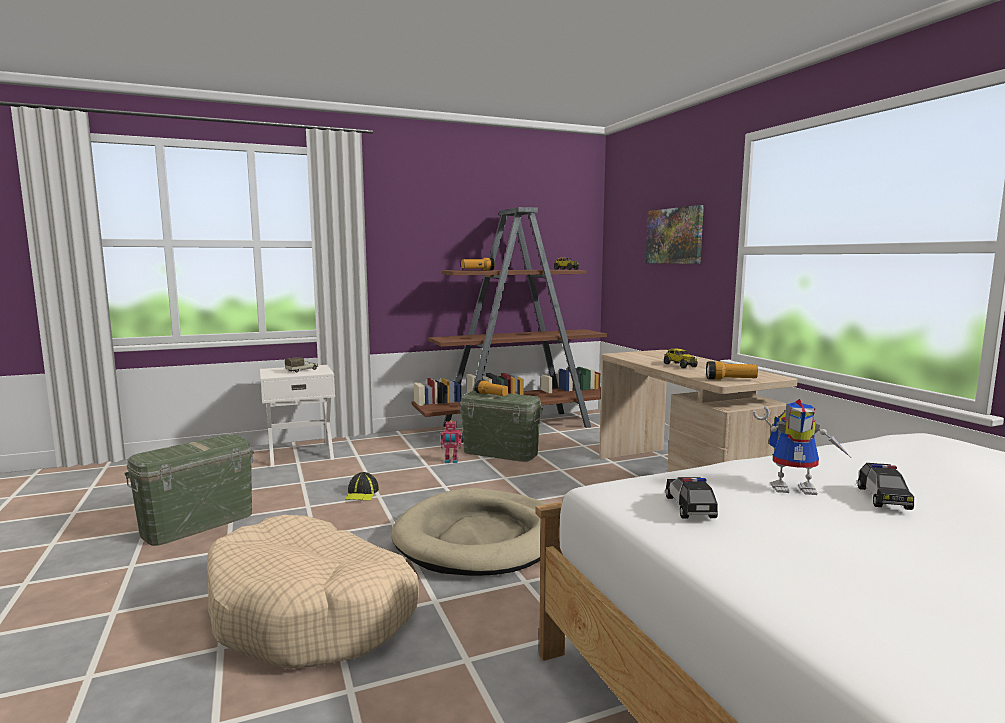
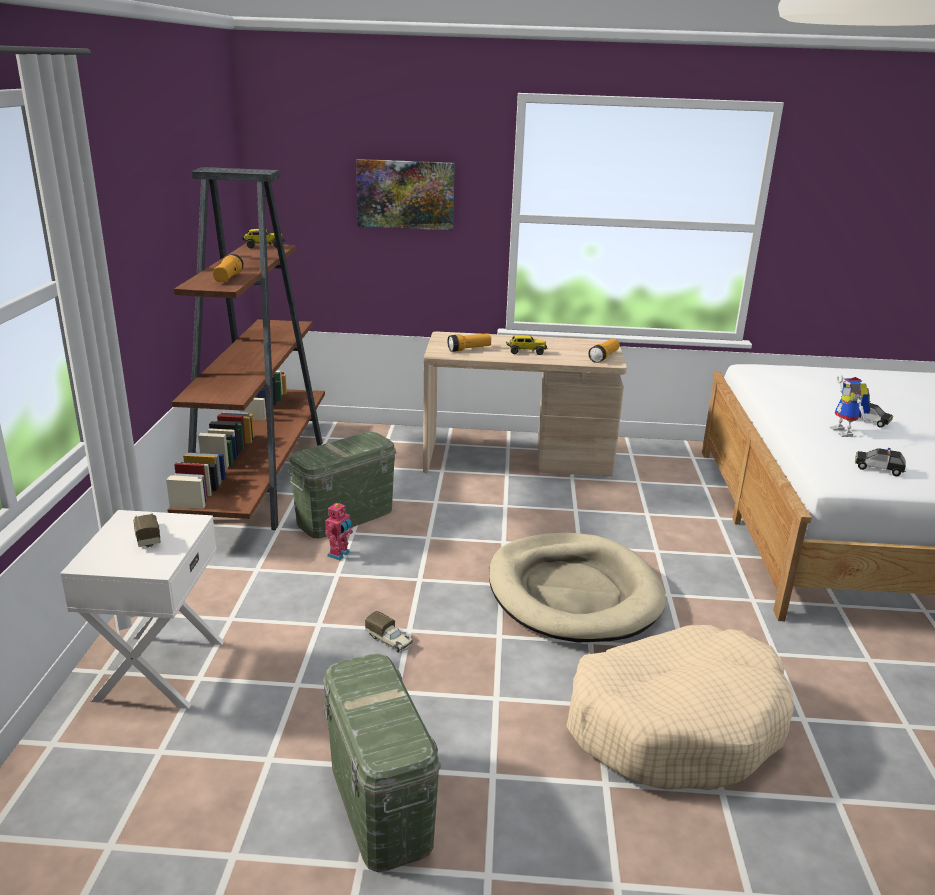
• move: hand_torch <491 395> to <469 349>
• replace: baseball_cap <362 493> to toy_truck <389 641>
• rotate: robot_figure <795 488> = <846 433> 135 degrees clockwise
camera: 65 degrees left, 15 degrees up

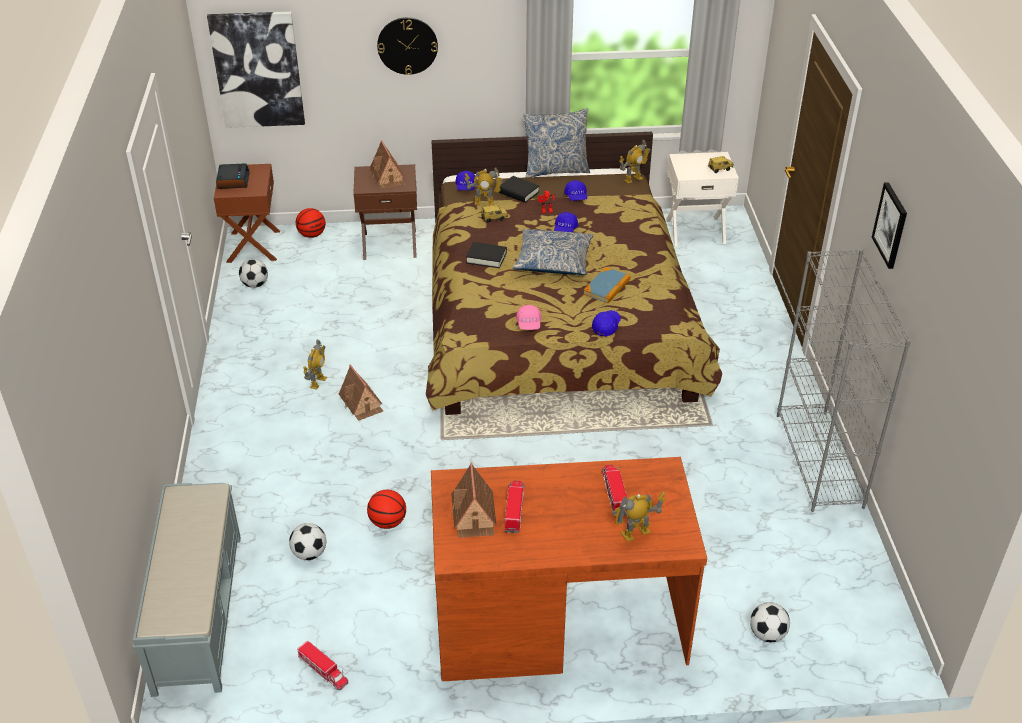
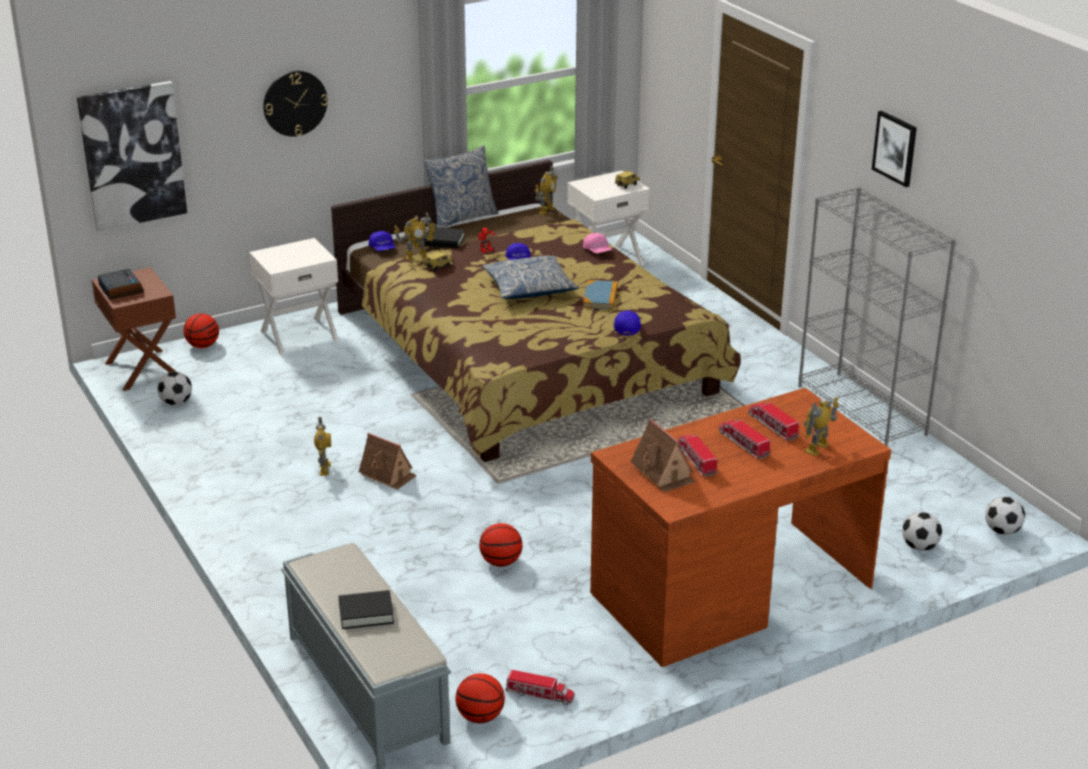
• delete: miniature_house <388 177>
• delete: blue-coloured_baseball_cap <576 197>
• insert: basketball_ball <480 717>
• insert: toy_truck <743 444>
• move: football <309 553> to <1002 531>
• move: black-coloured_bound_book <486 258> to <366 613>
• move: pinkish_baseball_cap <529 324> to <597 251>
• recolor: brown_bedside_table <389 244> to whitish_bedside_table <298 335>
camera: 25 degrees left, 10 degrees down

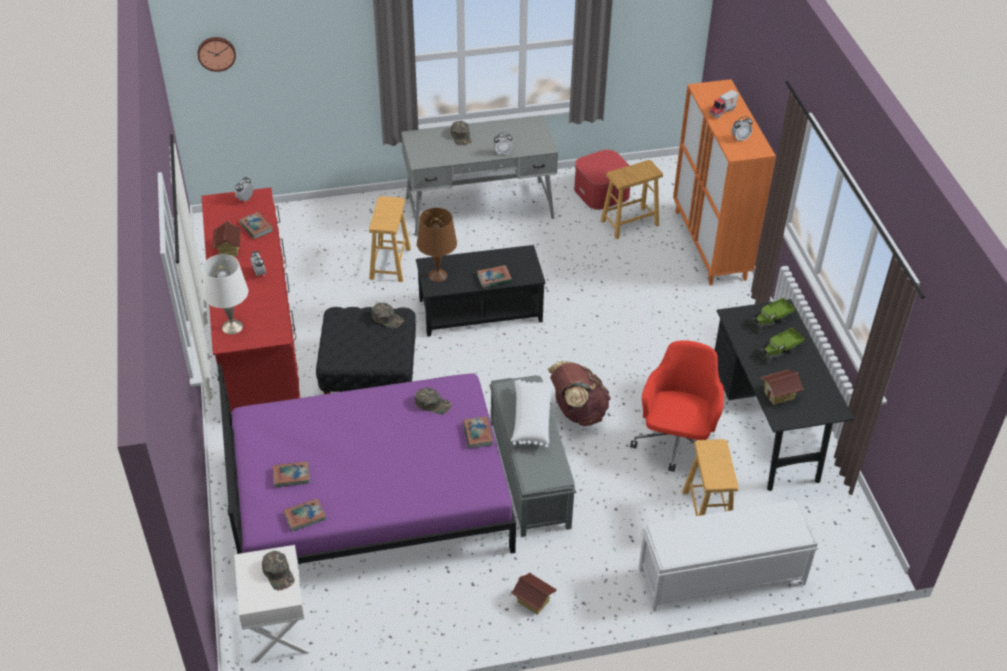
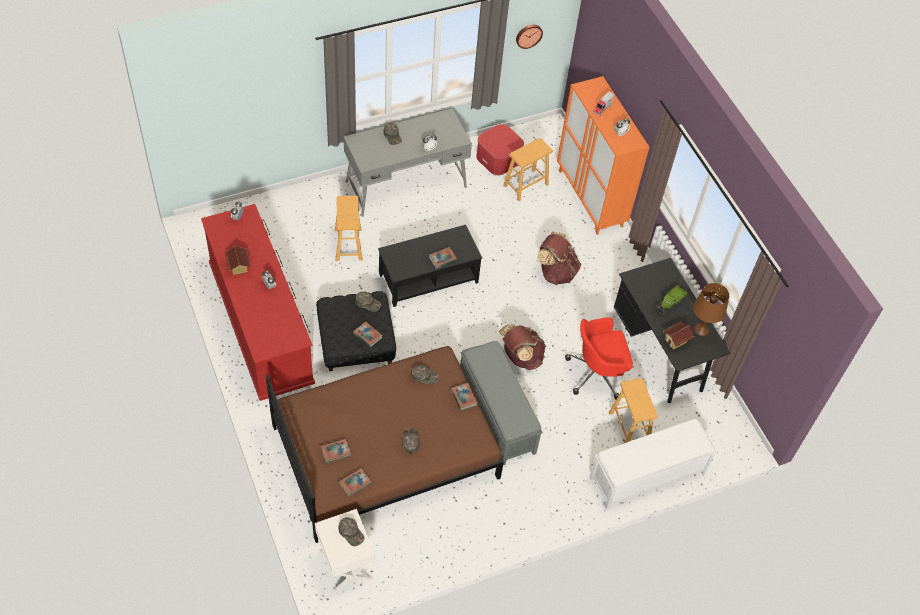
• delete: whitish_tabletop_lamp <232 326>
• delete: whitish_pillow <531 419>
• delete: miniature_house <533 601>
• delete: toy_truck <770 320>
• insert: green-coloured_baseball_cap <410 441>
• insert: brown_backpack <556 272>
• move: hanging_clock <216 53> to <528 35>
• move: bound_book <256 227> to <367 335>
• move: brown_tabletop_lamp <438 275> to <701 329>
• recolor: purple-coloured_bedroom_bed <370 499> to brown_bedroom_bed <385 451>
• rotate: reddish_computer_chair <676 443> = <597 373> 105 degrees counterclockwise
camera: 15 degrees left, 10 degrees up

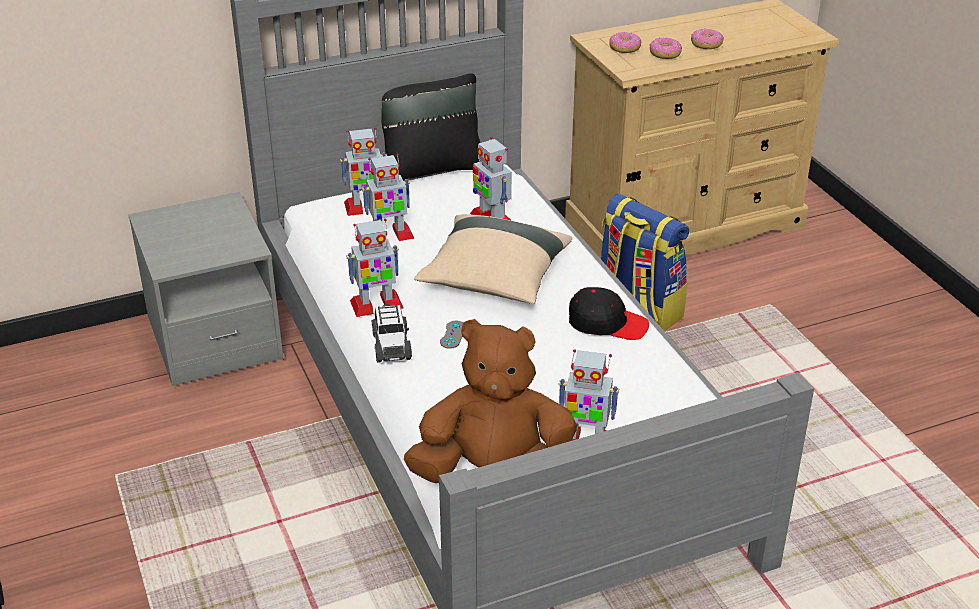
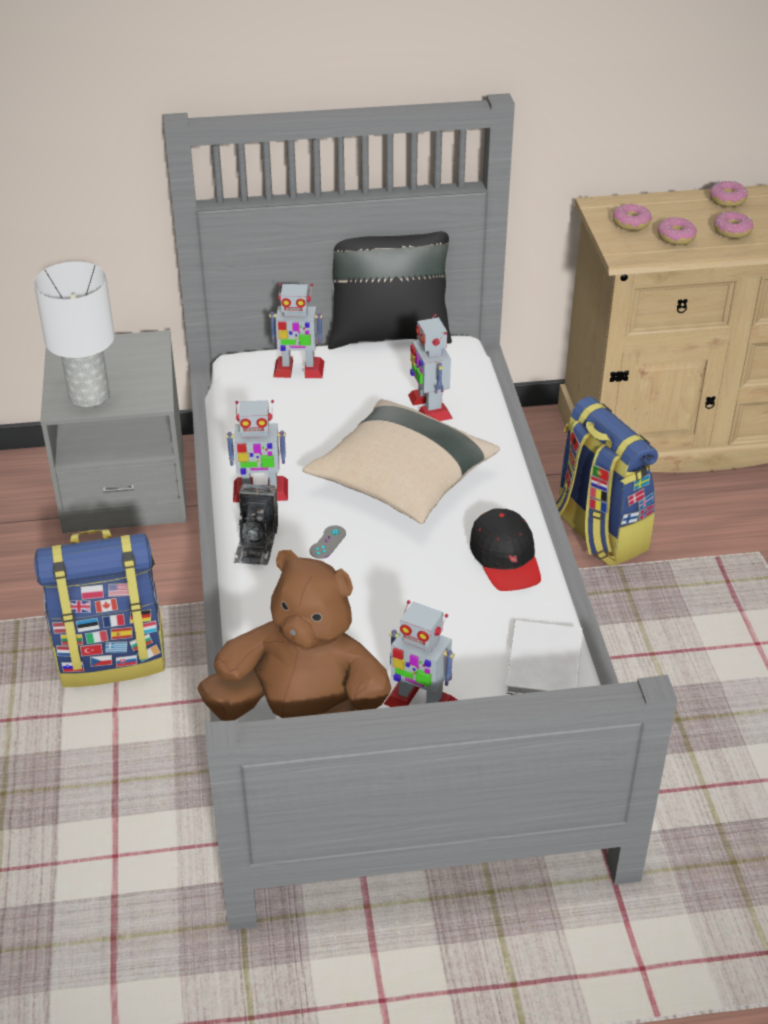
• delete: robot_figure <388 235>
• insert: whitish_tabletop_lamp <90 396>
• insert: backpack <112 658>
• insert: whitish_bound_book <542 666>
• insert: donut <727 200>
• replace: model_car <391 345> to photo_camera <256 543>
• rotate: black-coloured_baseball_cap <607 323> = <506 559> 45 degrees clockwise
camera: 15 degrees right, 5 degrees up

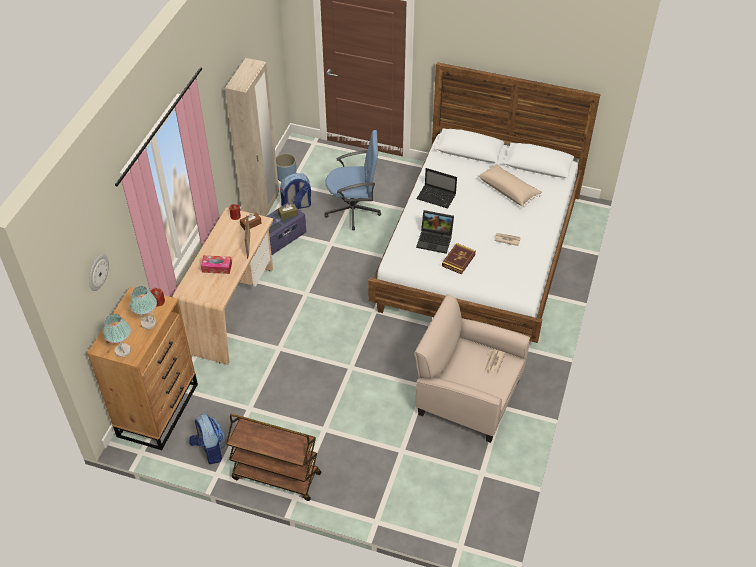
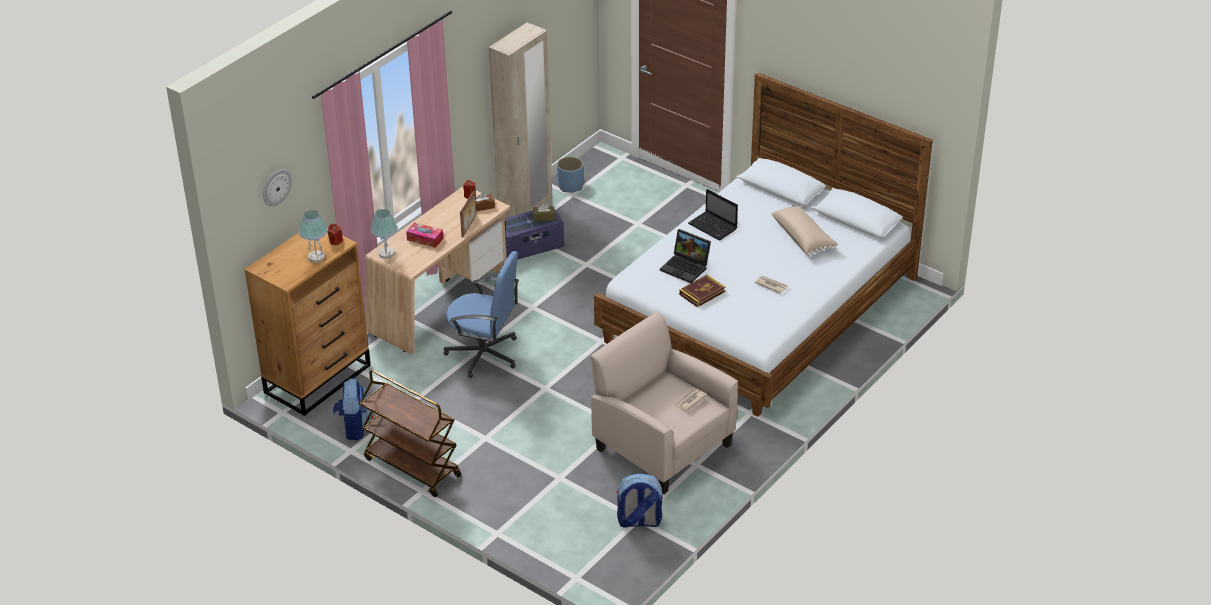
• move: tabletop_lamp <123 351> to <386 254>
• move: backpack <296 206> to <639 521>
• move: blue-coloured_computer_chair <353 210> to <484 354>
camera: 20 degrees right, 10 degrees down

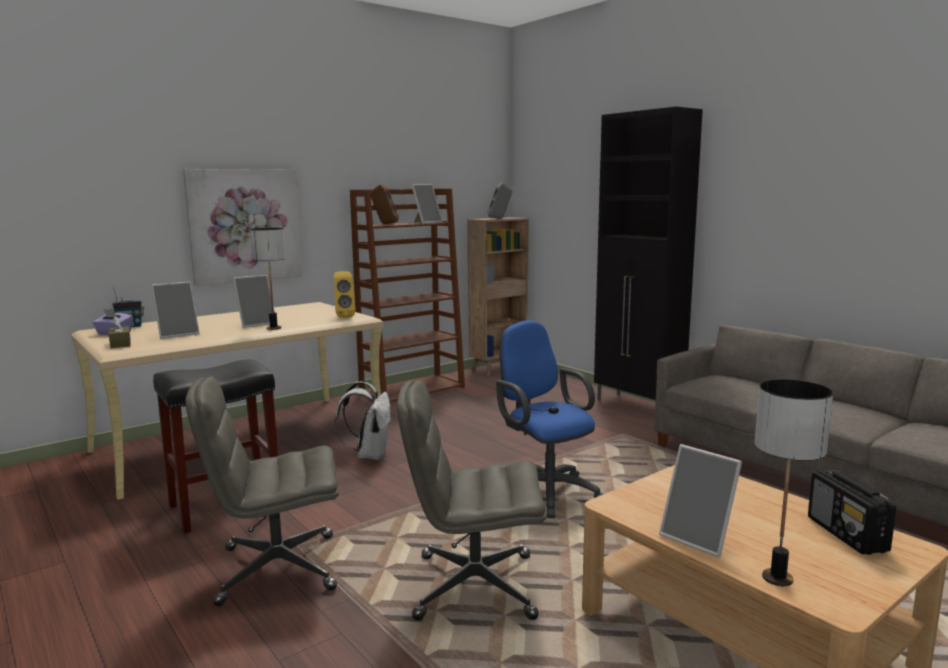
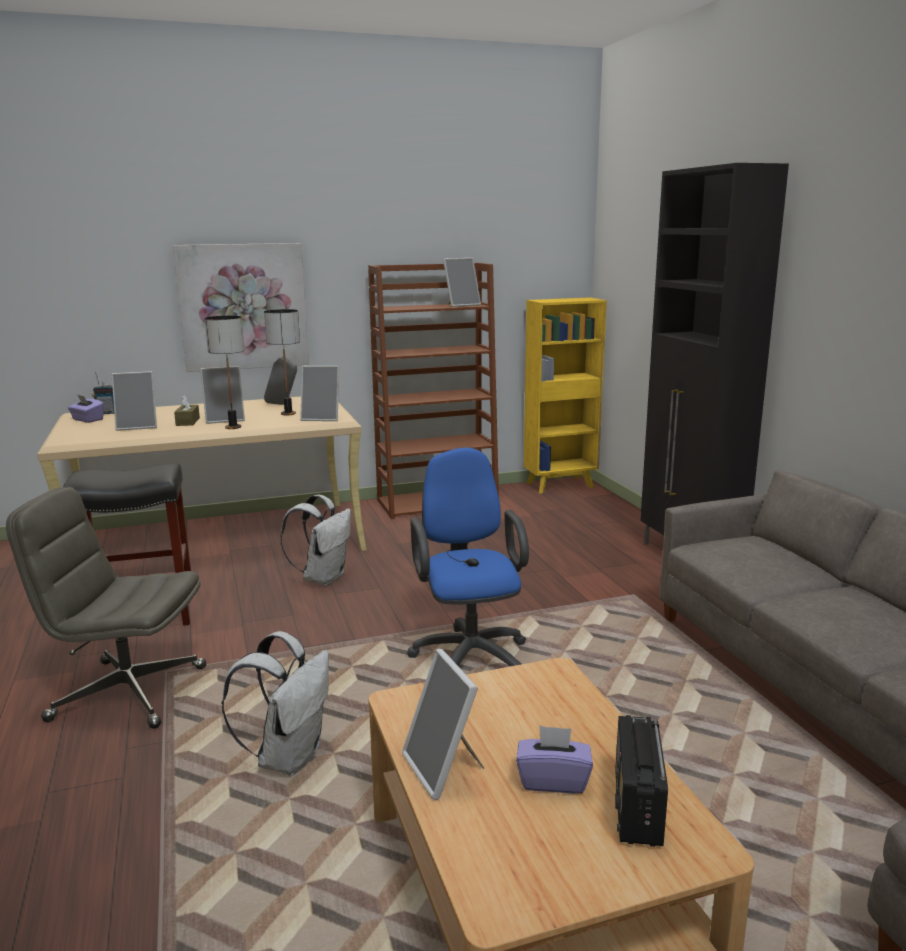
• delete: brown_loudspeaker <384 224>
• insert: purple-coloured_tissue_holder <553 780>
• move: brown_tissue_holder <120 344> to <188 422>
• move: grey_loudspeaker <500 218> to <282 404>
• move: tabletop_lamp <777 579> to <288 413>
• replace: yellow-coloured_loudspeaker <344 317> to standing_frame <322 418>
• replace: grey_computer_chair <473 586> to whitish_backpack <289 757>
• recolor: brown_bookcase <499 368> to yellow-coloured_bookcase <561 485>
camera: 20 degrees right, 5 degrees up

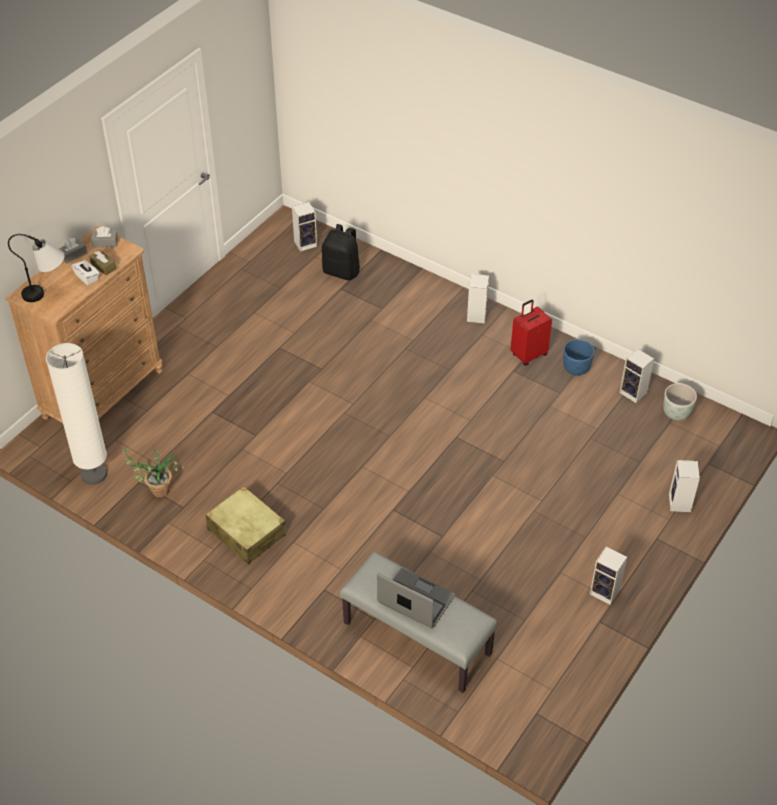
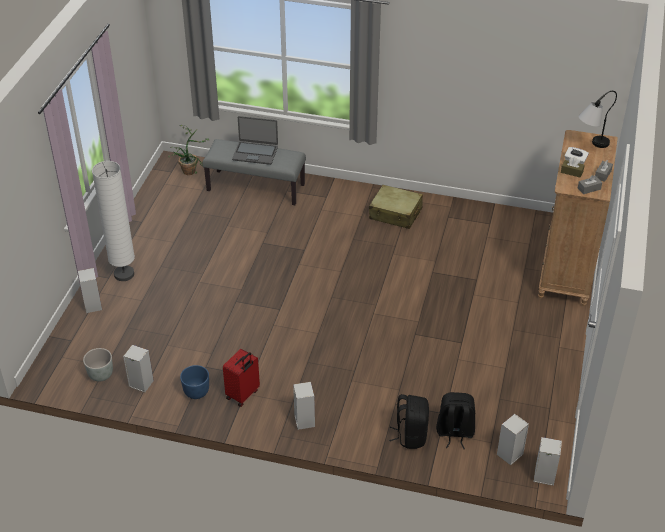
• insert: black-coloured_backpack <410 435>
• move: whitish_floor_lamp <94 475> to <124 274>
• move: plant_in_a_pot <155 491> to <192 170>
• move: loudspeaker <606 592> to <543 476>
camera: 160 degrees right, 5 degrees down

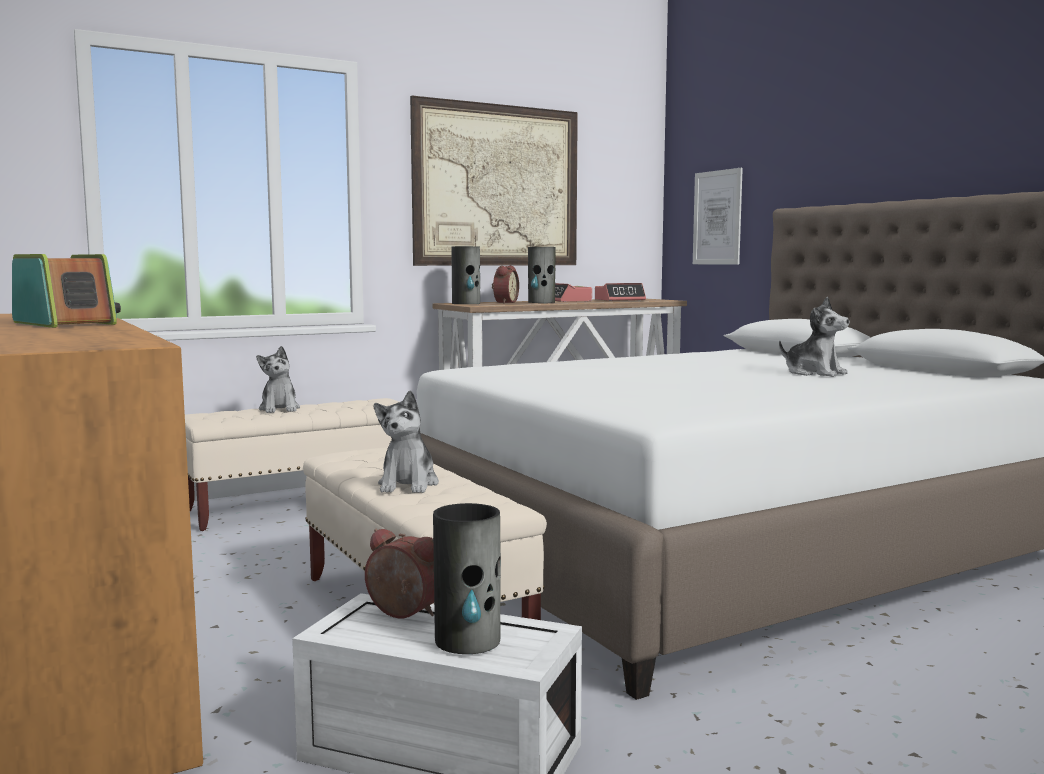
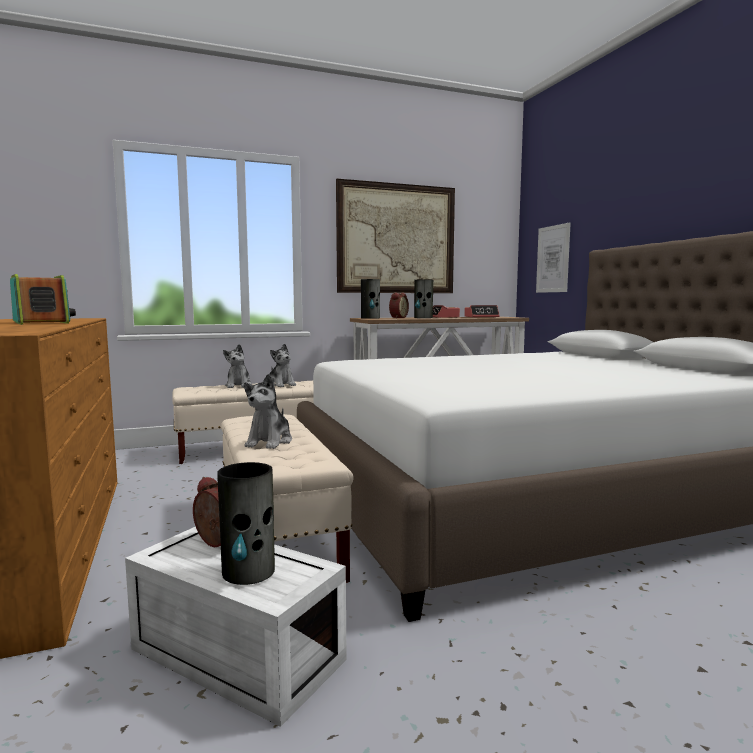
• move: soft_toy <814 373> to <281 384>
camera: 10 degrees right, 0 degrees up

